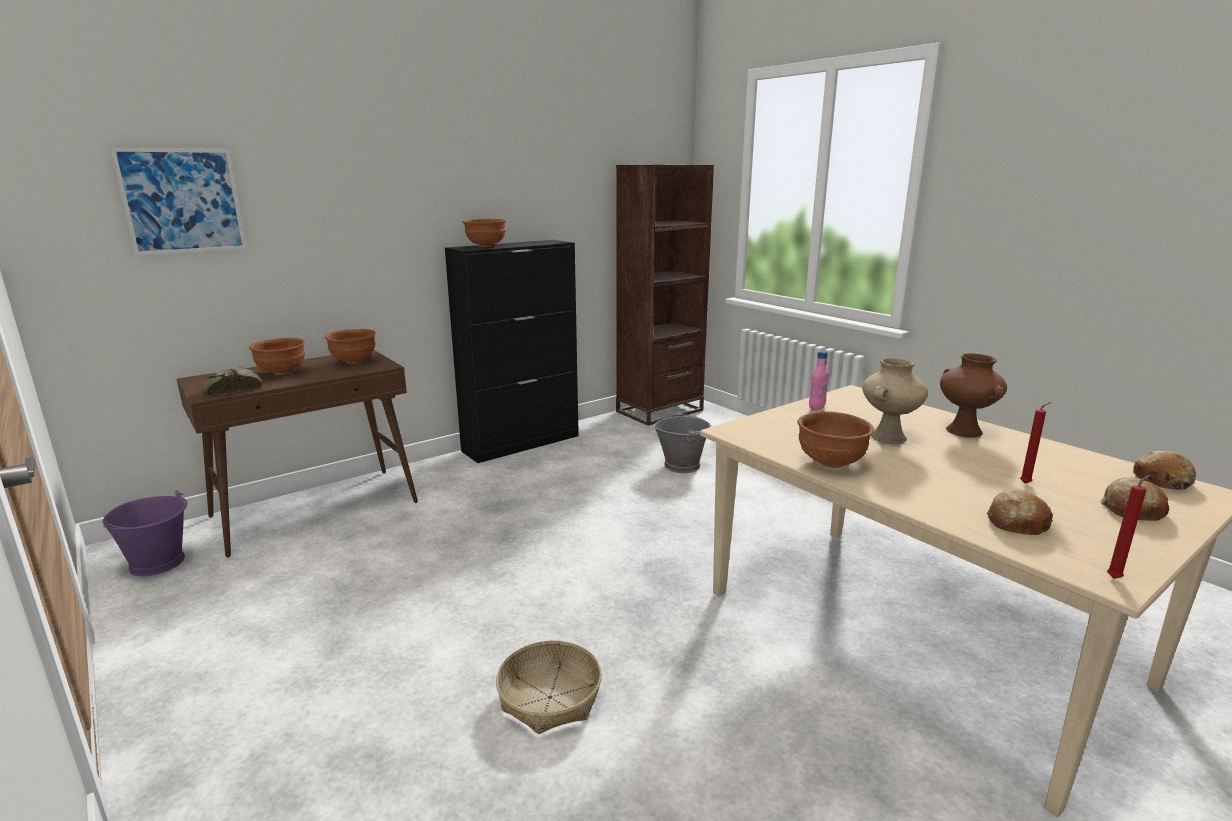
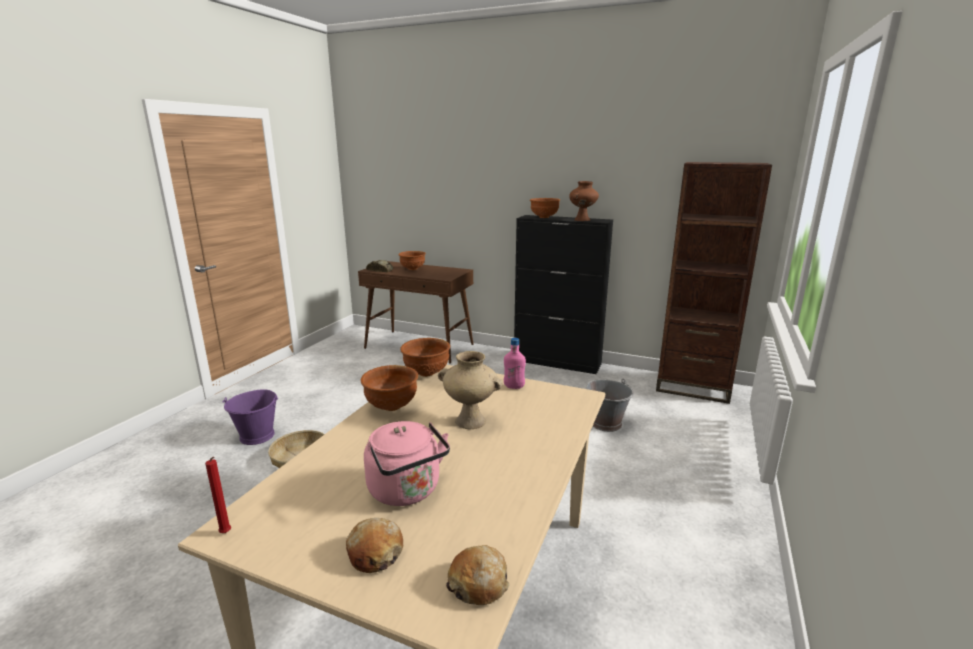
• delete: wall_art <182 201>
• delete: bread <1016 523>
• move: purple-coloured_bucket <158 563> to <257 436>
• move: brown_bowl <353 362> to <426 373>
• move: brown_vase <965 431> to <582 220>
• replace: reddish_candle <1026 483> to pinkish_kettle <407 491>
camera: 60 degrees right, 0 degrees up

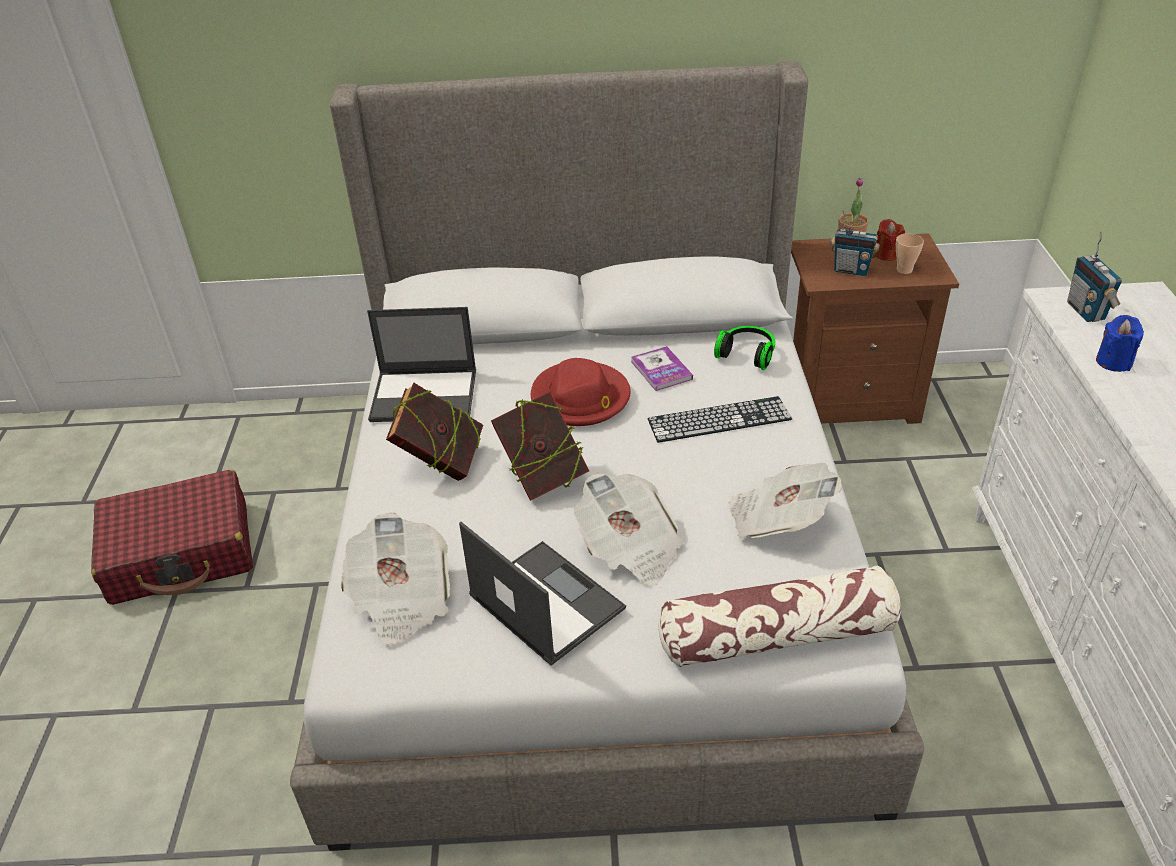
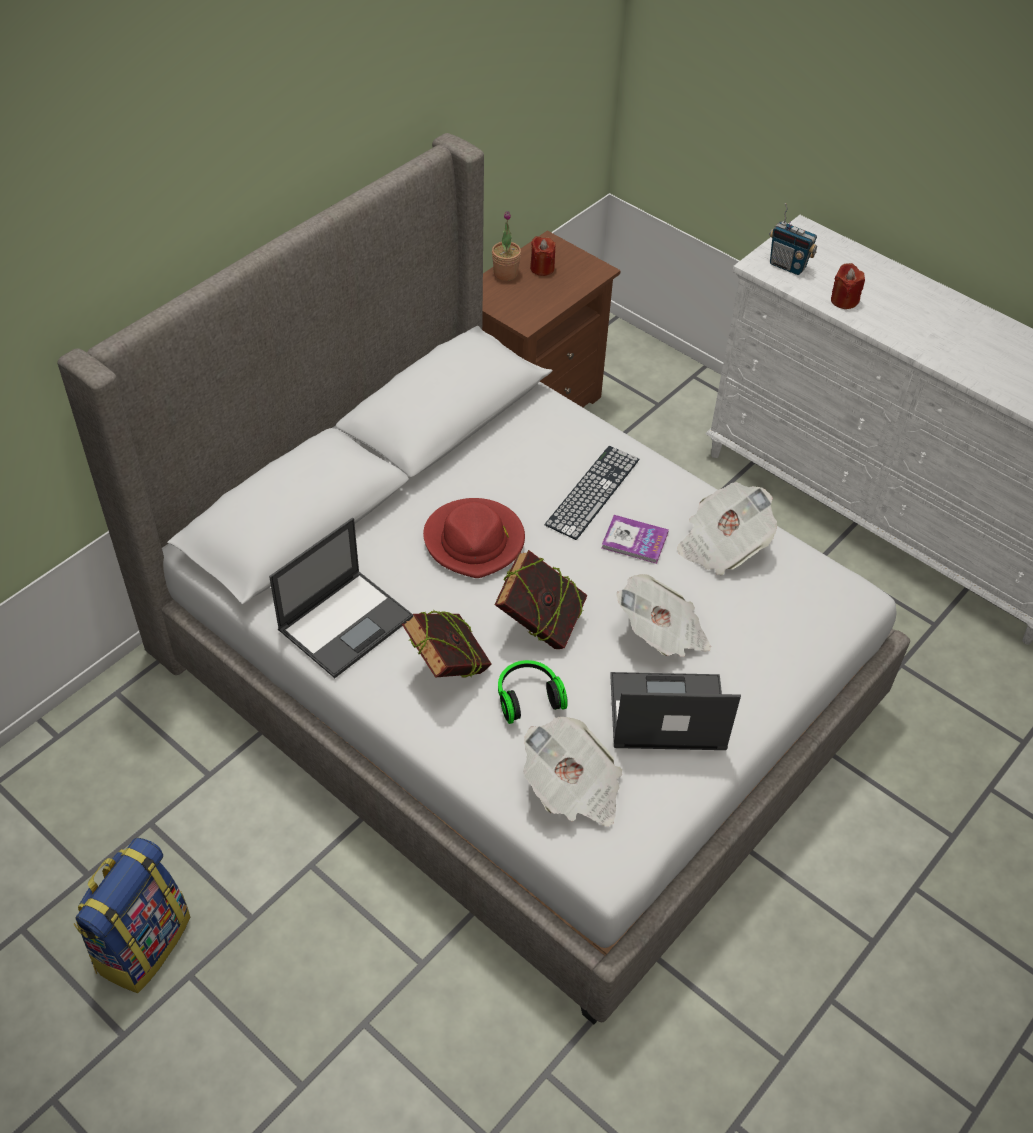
• delete: pillow <777 635>
• delete: radio_receiver <851 270>
• delete: drinking_cup <904 270>
• move: bound_book <661 370> to <634 540>
• move: pair_of_headphones <747 354> to <528 697>
• replace: reddish_travel_case <181 553> to backpack <142 942>
• recolor: blue-coloured_candle <1113 362> to reddish_candle <844 300>
camera: 50 degrees left, 10 degrees up

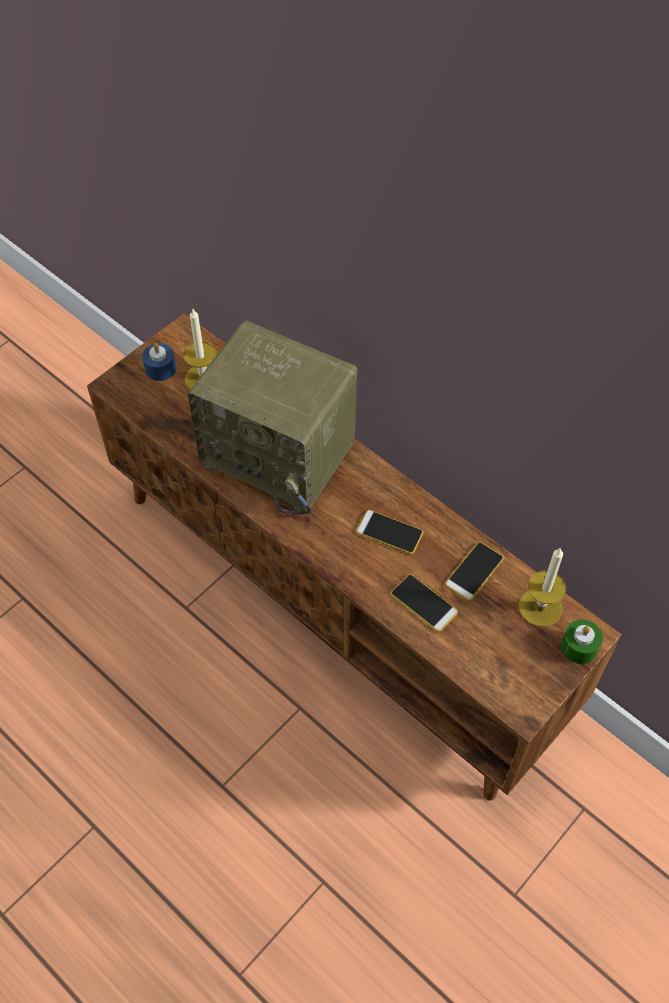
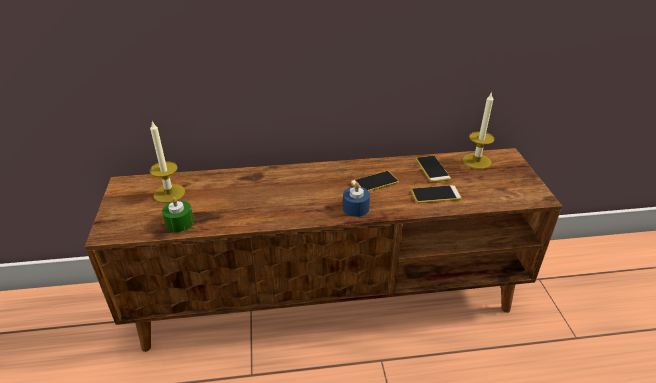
• delete: radio_receiver <281 454>
• move: blue-coloured_candle <160 368> to <355 208>
• move: green-coloured_candle <579 647> to <179 223>
camera: 50 degrees left, 20 degrees down

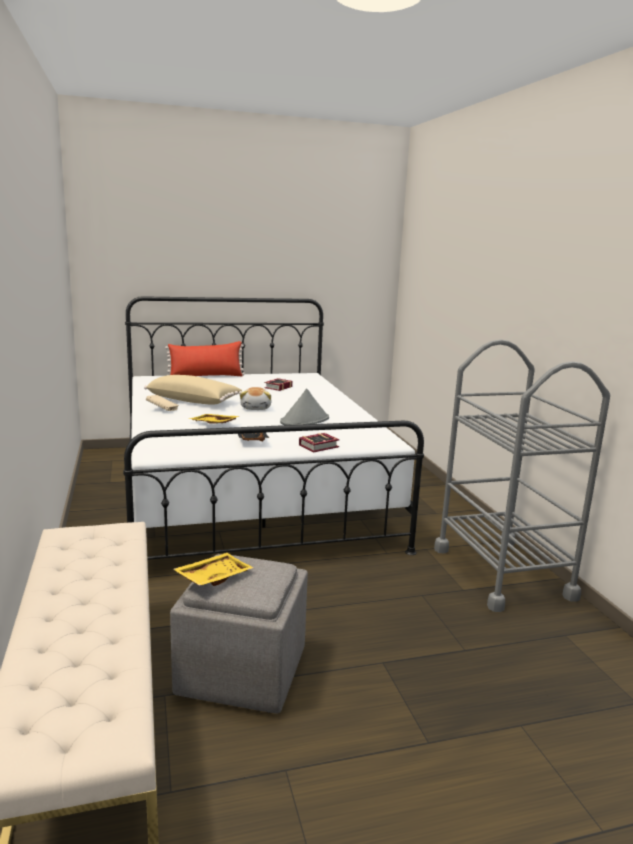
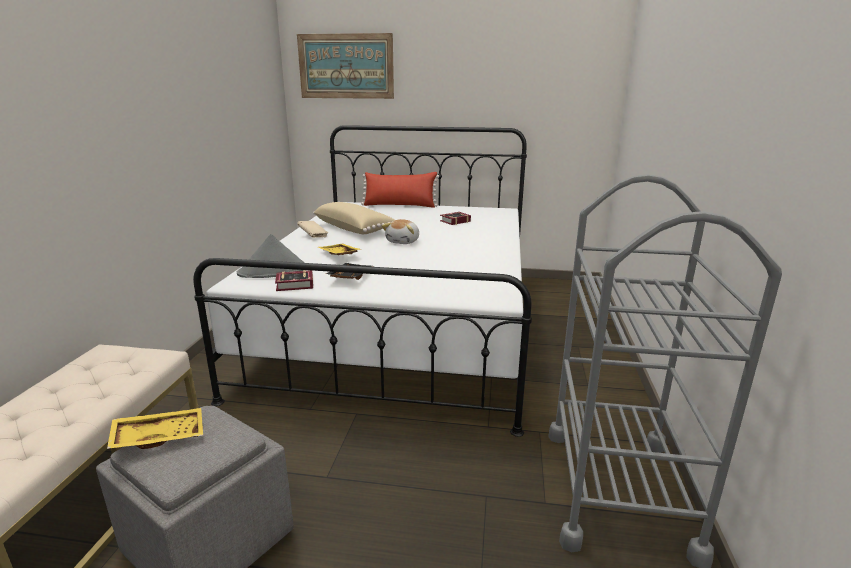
• insert: wall_art <346 66>
• move: grey_hat <305 420> to <274 271>
• move: bound_book <320 446> to <296 285>
camera: 25 degrees right, 5 degrees up

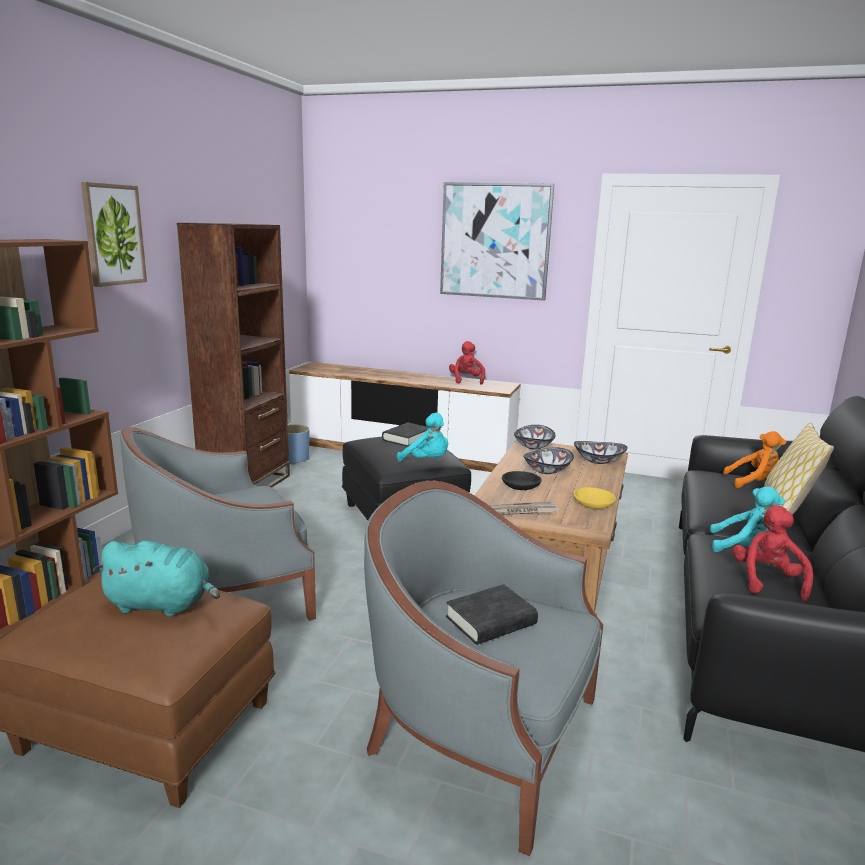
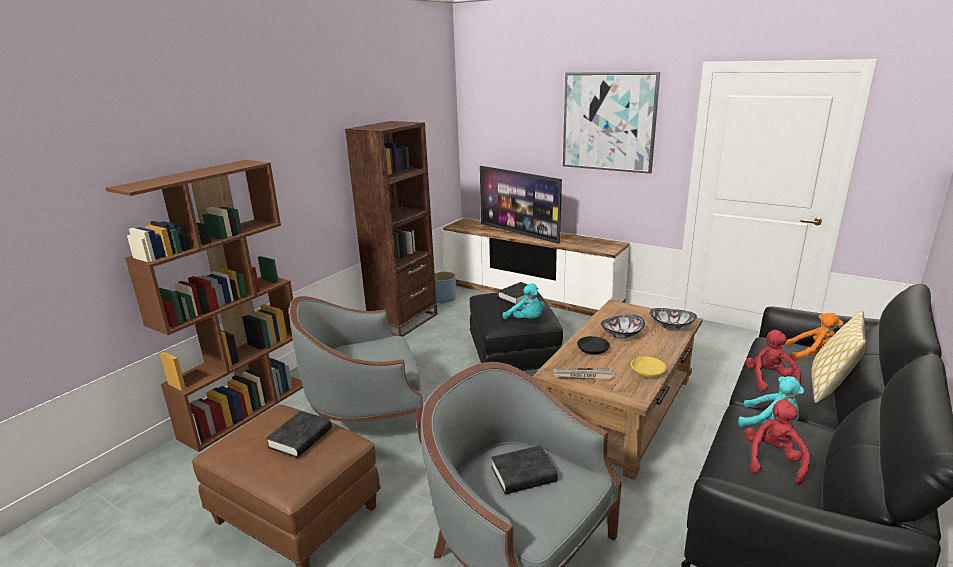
• delete: wall_art <113 235>
• delete: bowl <533 446>
• insert: TV_set <519 233>
• move: reddish_soft_toy <466 380> to <769 380>
• replace: blue-green_soft_toy <162 605> to black-coloured_bound_book <300 438>
camera: 15 degrees right, 5 degrees up

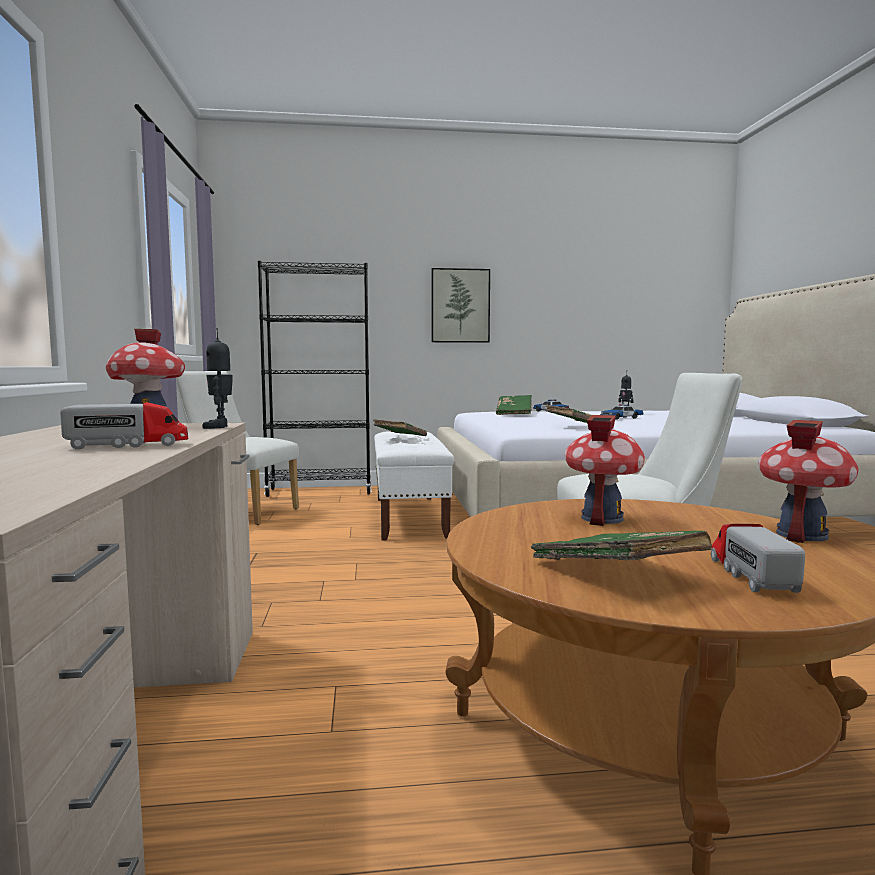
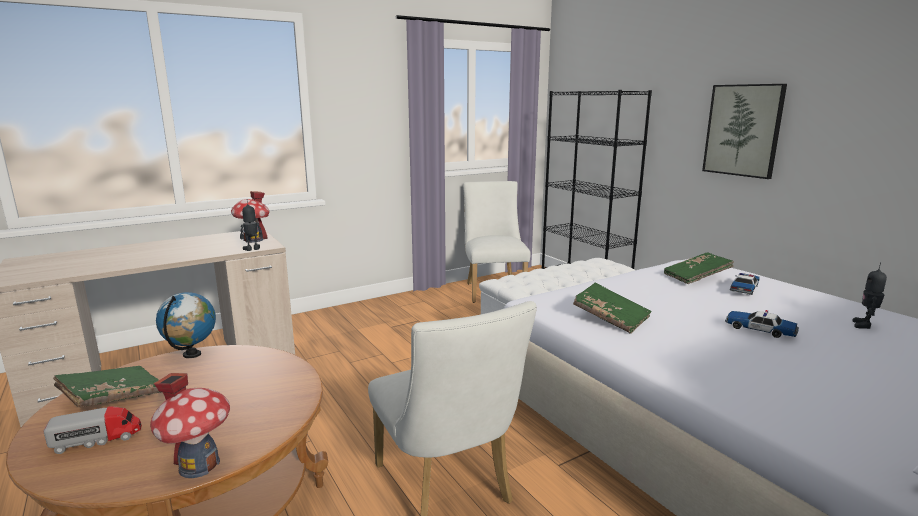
• delete: toy_truck <128 445>
• delete: green-coloured_bound_book <400 437>
• delete: miniature_house <601 518>
• insert: world_globe <192 354>
camera: 65 degrees right, 10 degrees up

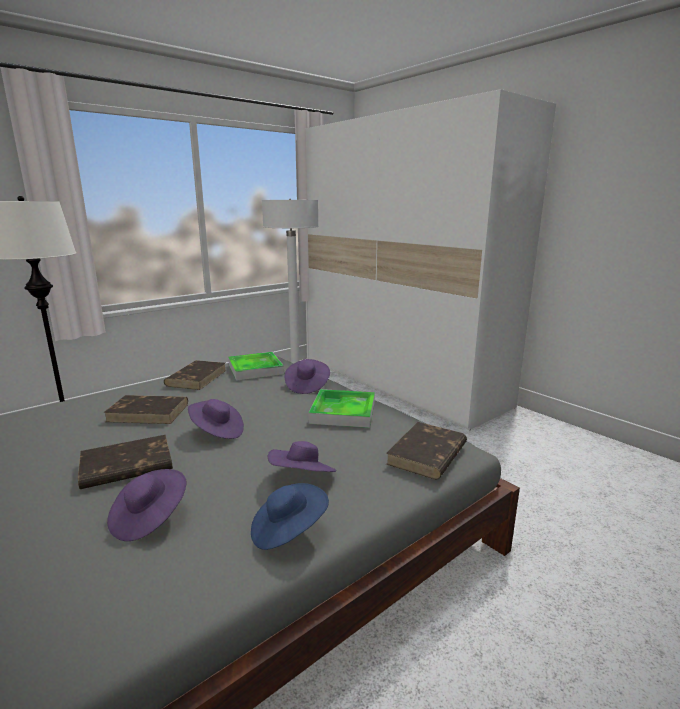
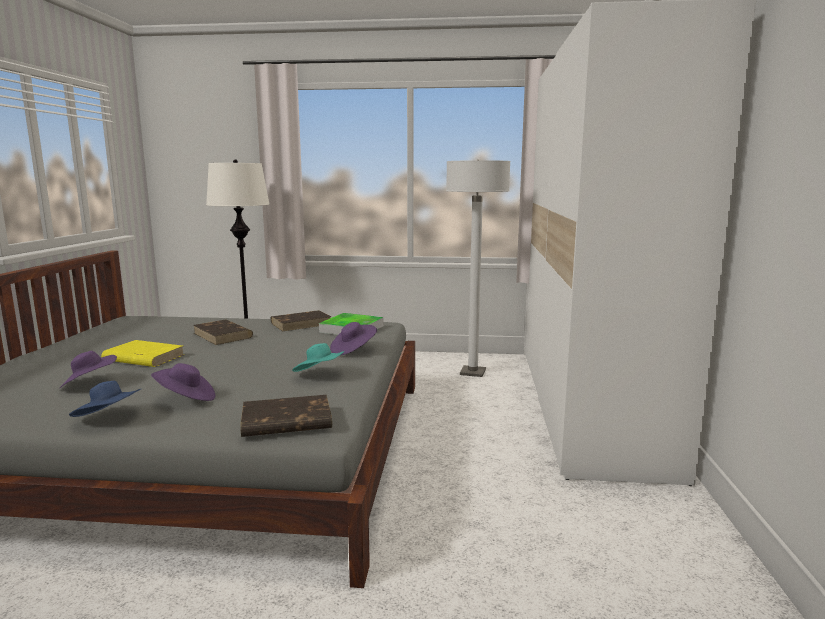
• delete: purple-coloured_hat <217 432>
• replace: serving_tray <343 412> to blue-green_hat <320 374>
• recolor: brown_bound_book <126 466> to yellow-coloured_bound_book <143 358>
camera: 45 degrees right, 5 degrees down

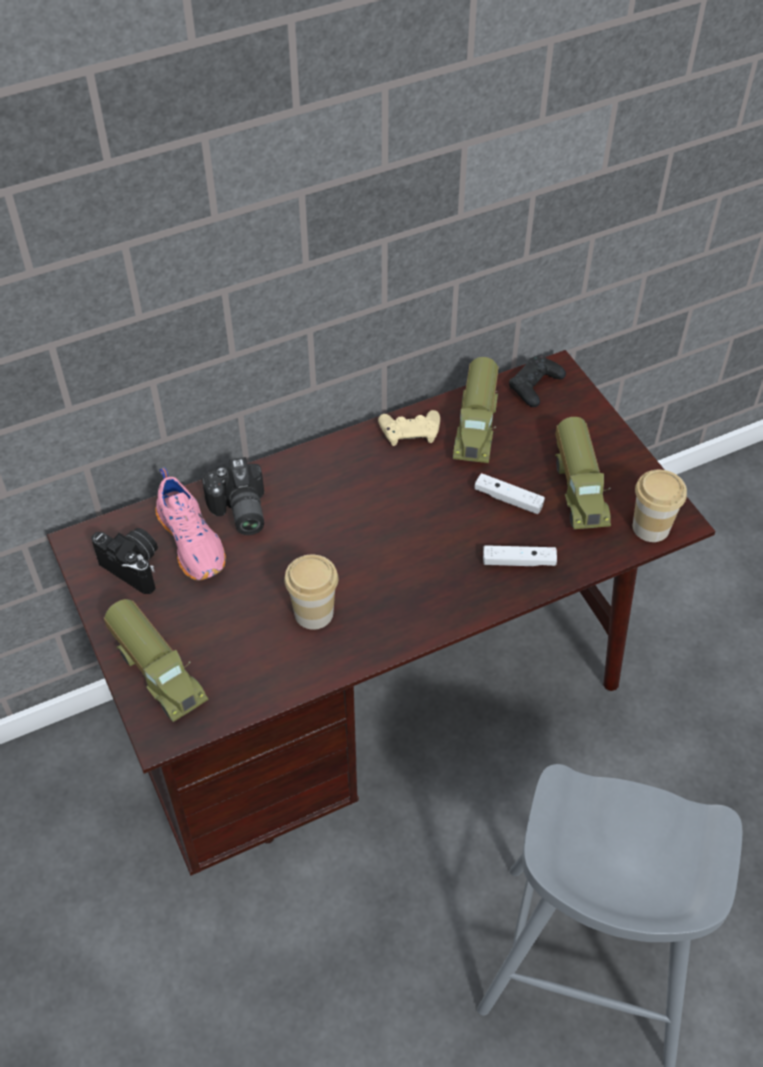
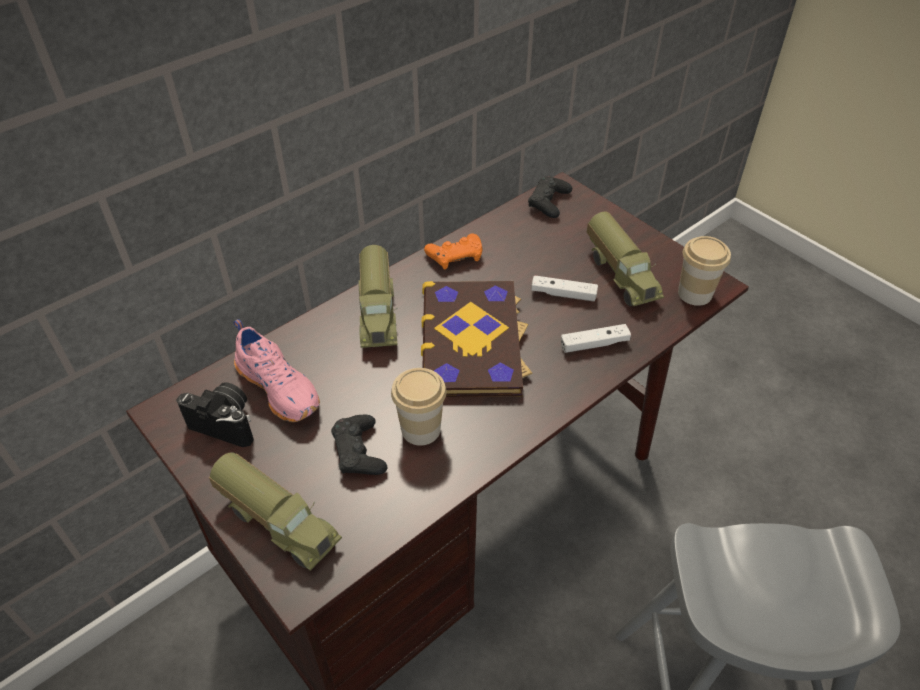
• delete: photo_camera <238 512>
• insert: black-coloured_game_controller <359 451>
• insert: bound_book <473 340>
• move: toy_truck <477 427> to <379 313>
• recolor: sand-coloured_game_controller <410 432> to orange-coloured_game_controller <455 256>
camera: 15 degrees left, 5 degrees down

